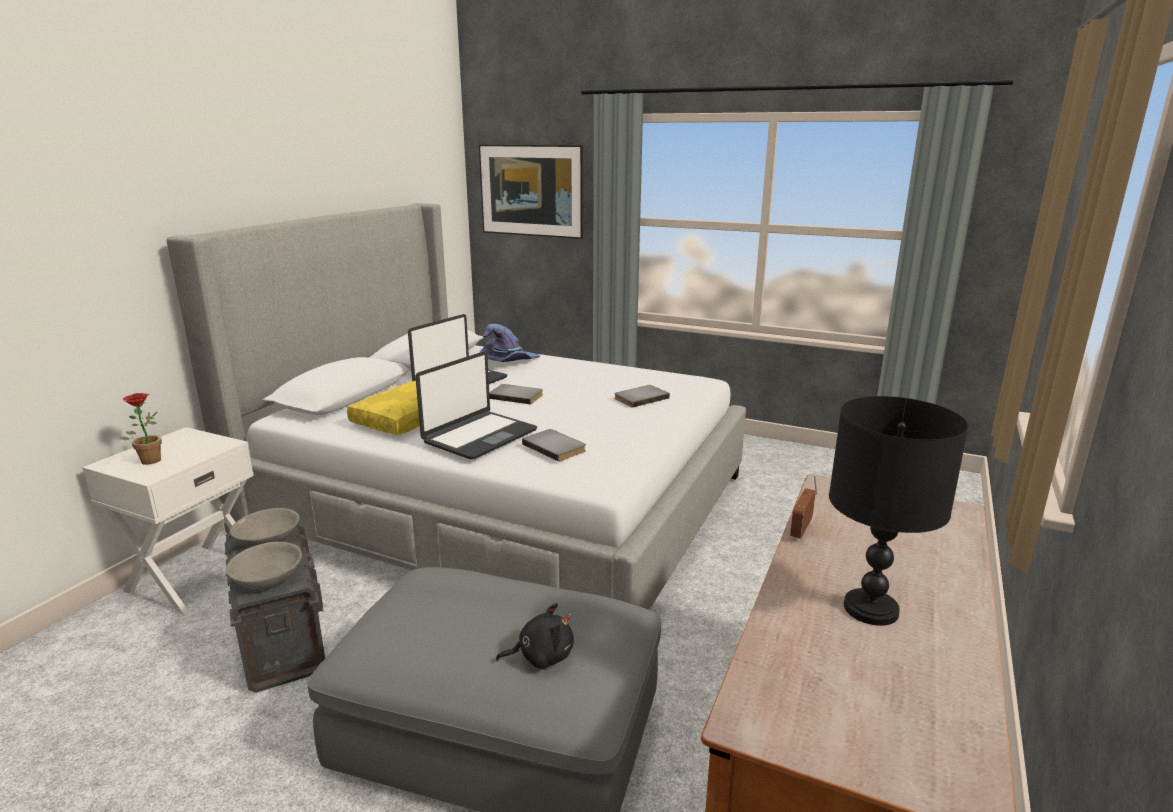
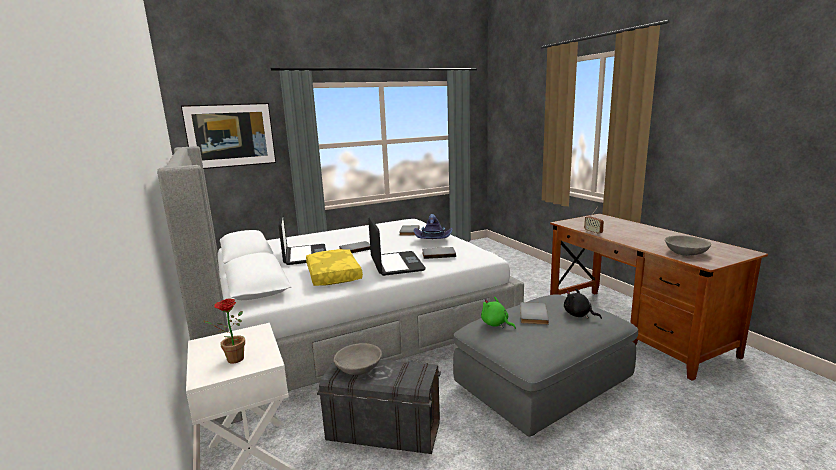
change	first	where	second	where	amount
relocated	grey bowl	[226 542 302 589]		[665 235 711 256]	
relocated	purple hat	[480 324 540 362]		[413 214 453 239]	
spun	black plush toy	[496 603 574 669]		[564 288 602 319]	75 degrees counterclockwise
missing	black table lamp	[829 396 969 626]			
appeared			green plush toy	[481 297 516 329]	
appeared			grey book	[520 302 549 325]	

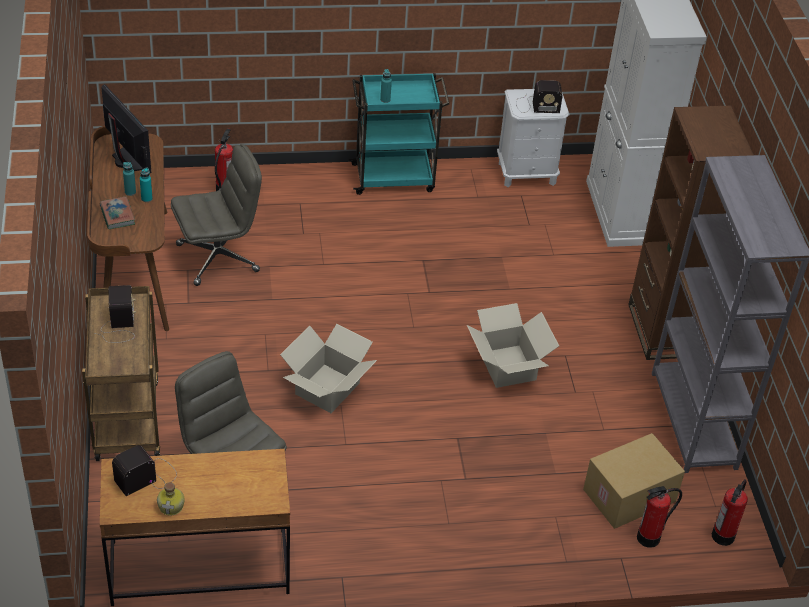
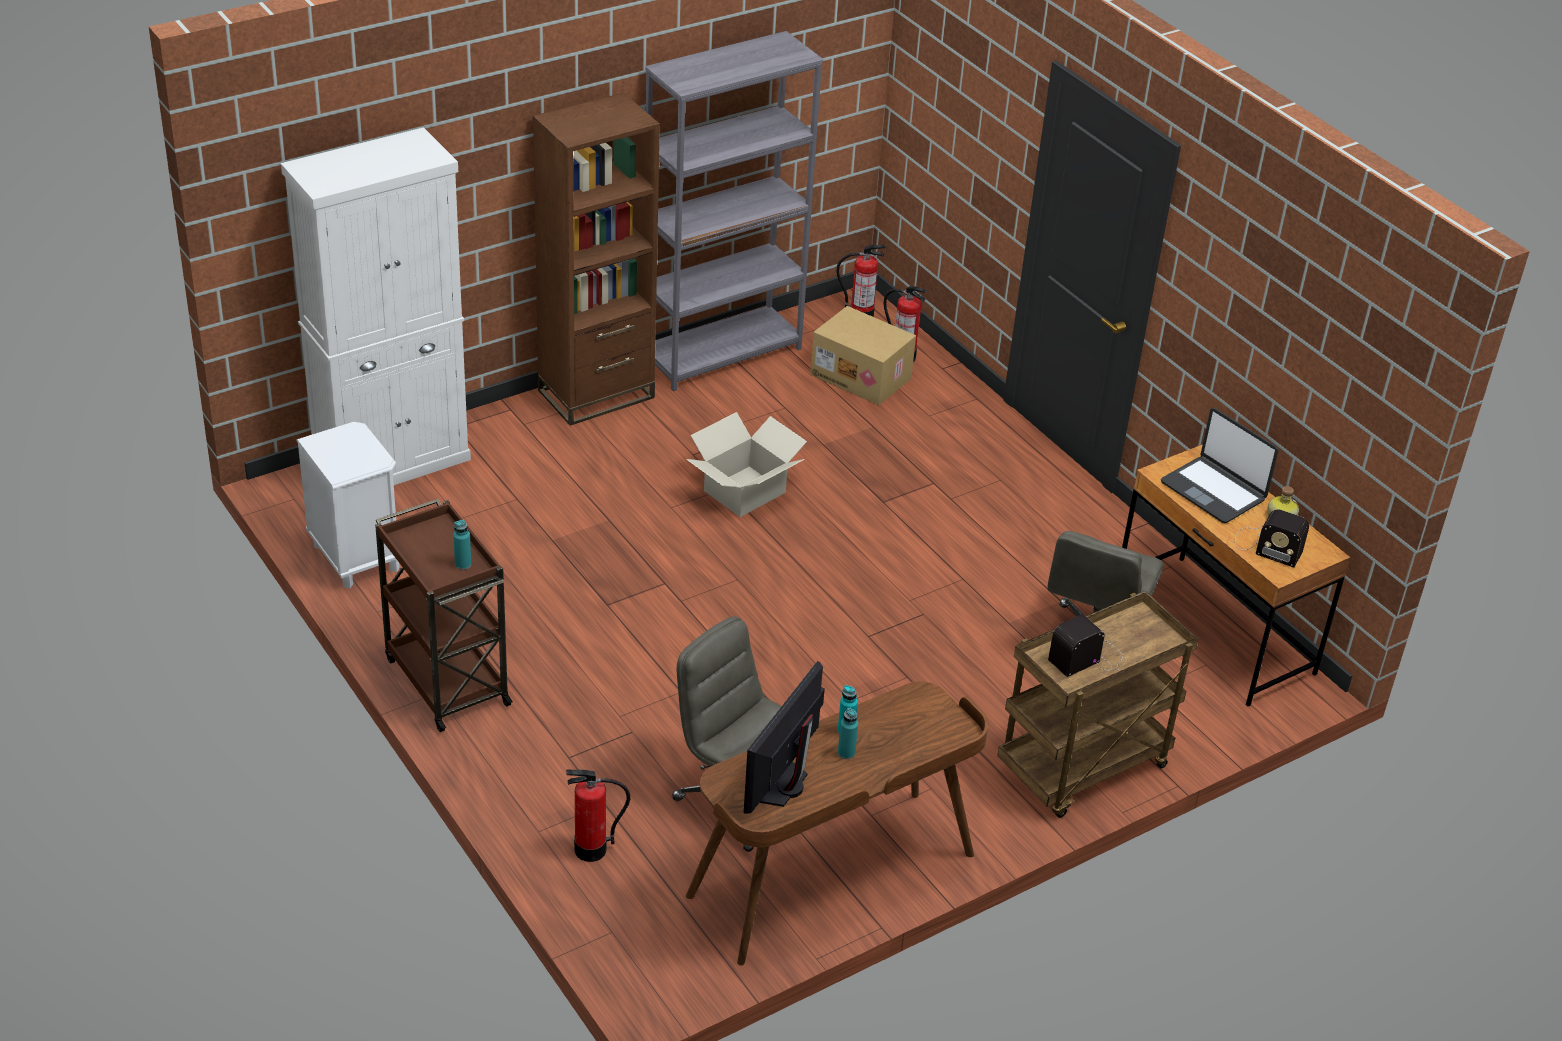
change	first	where	second	where	amount
missing	book	[100 197 135 229]			
missing	cardboard box	[280 324 377 413]			
colour	turquoise cart	[349 73 449 195]	brown cart	[375 499 513 732]	
missing	radio	[516 80 563 113]			
appeared			laptop	[1161 408 1279 523]	

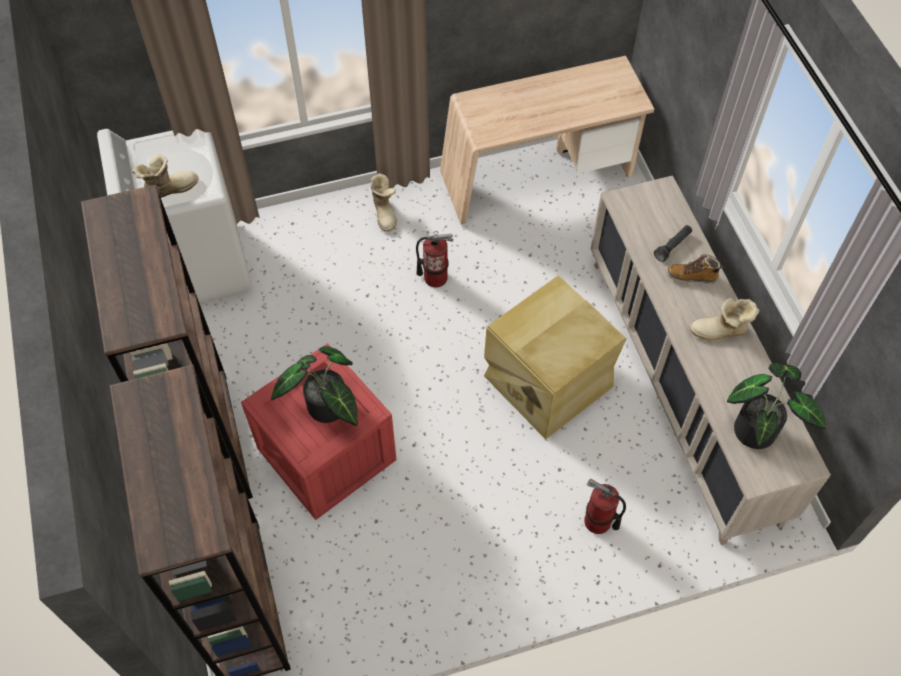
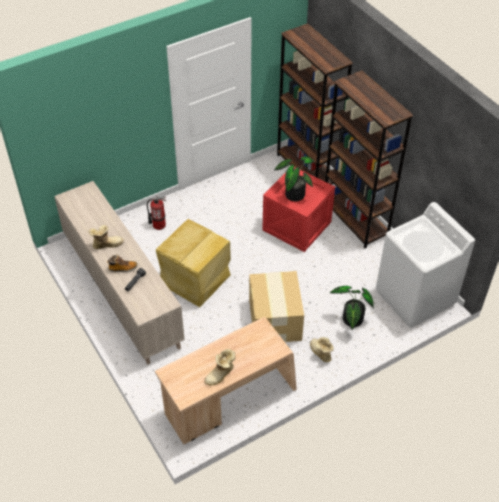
change	first	where	second	where	amount
relocated	boot	[132 154 199 198]		[204 349 236 385]	
exchanged	fire extinguisher	[416 231 453 287]	cardboard box	[249 271 304 342]	
relocated	potted plant	[727 363 826 449]		[330 286 374 330]	

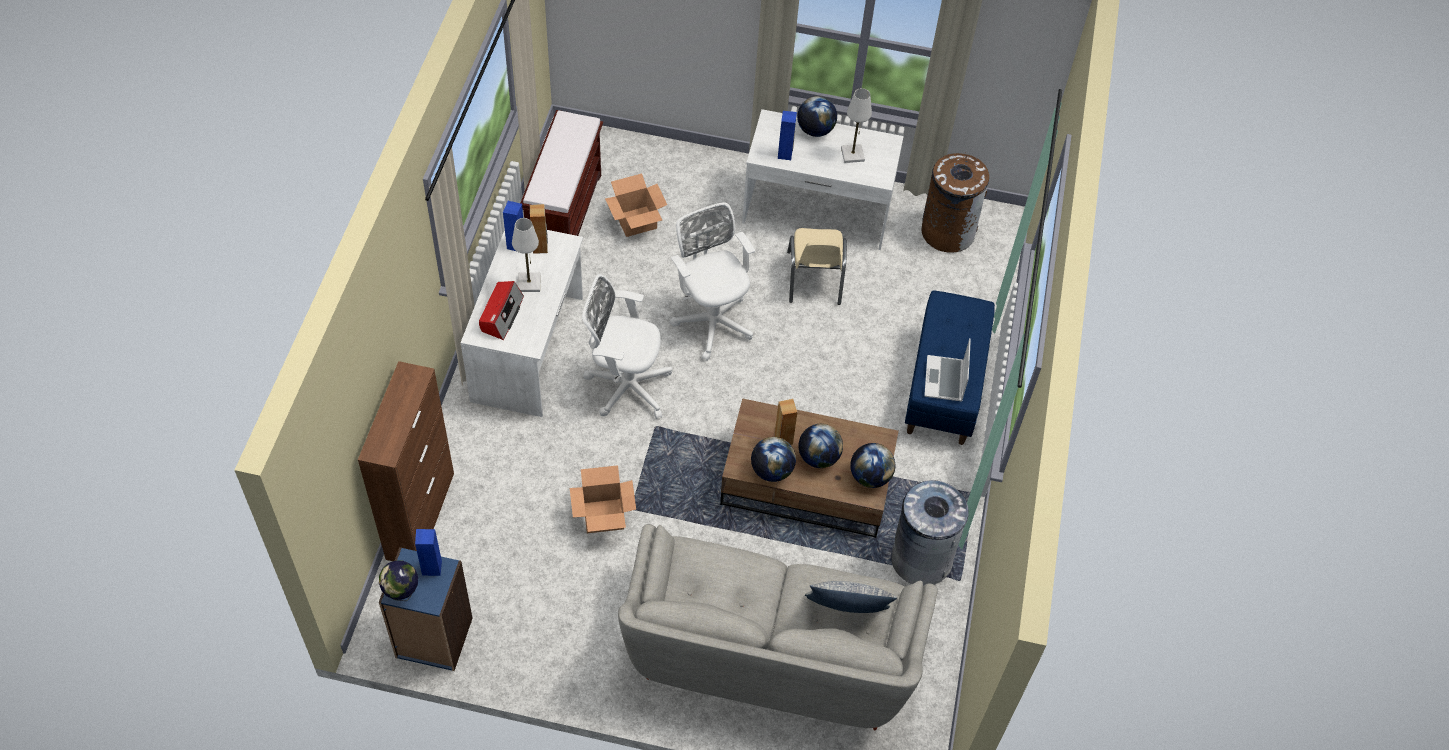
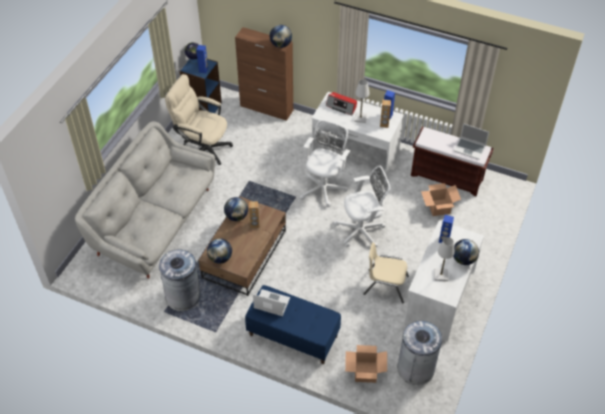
change	first	where	second	where	amount
relocated	cardboard box	[570 465 636 533]		[345 345 387 383]	
relocated	globe	[799 424 843 468]		[270 25 292 48]	
missing	pillow	[805 581 897 613]			
colour	brown trash can	[922 152 989 253]	grey trash can	[397 321 443 385]	
appeared			beige office chair	[165 74 233 165]	
appeared			laptop	[454 123 489 160]	

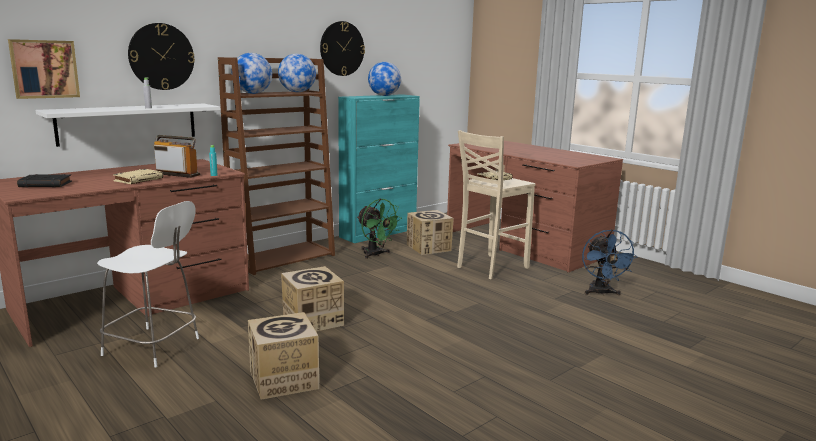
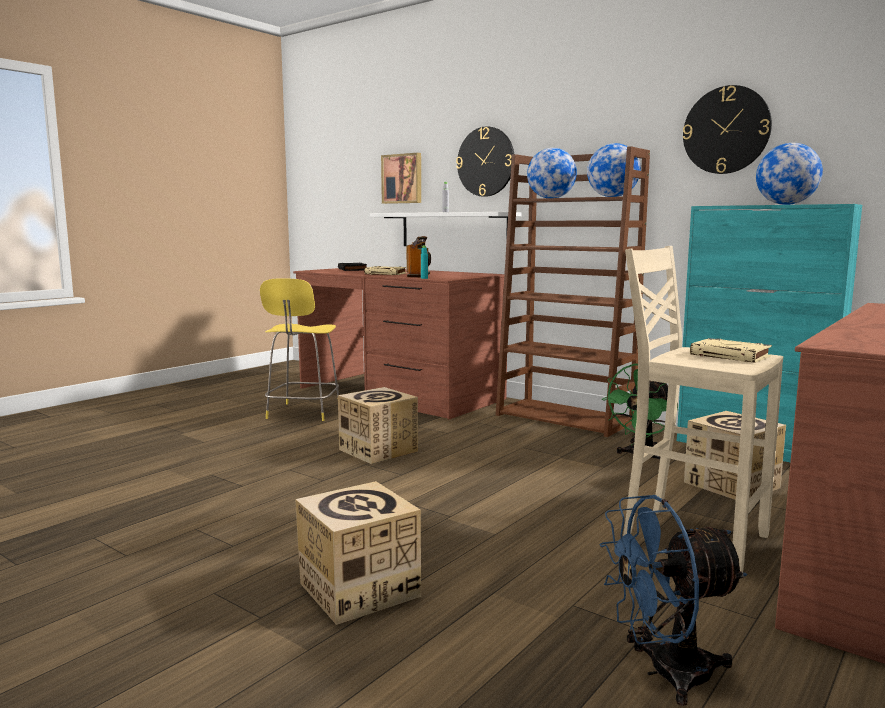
change	first	where	second	where	amount
colour	white stool	[97 201 199 368]	yellow stool	[260 279 339 421]	
relocated	cardboard box	[248 312 319 400]		[295 481 421 625]	

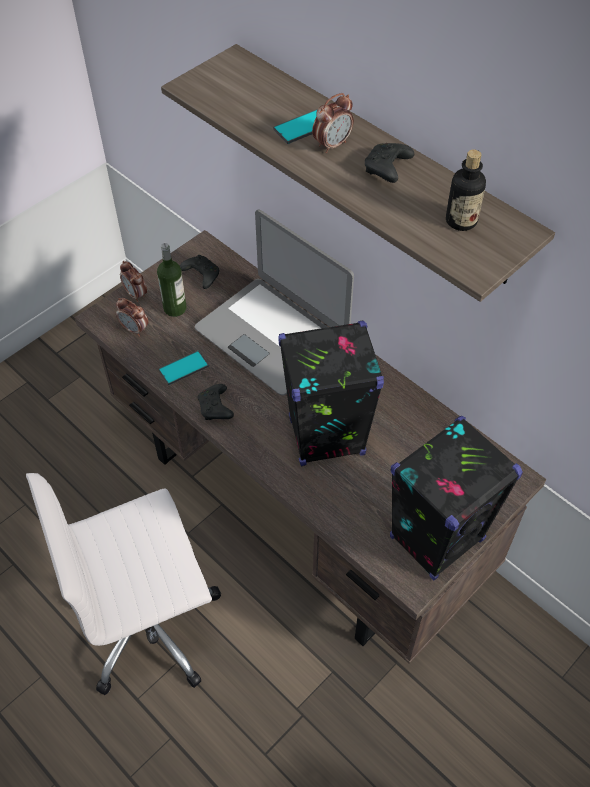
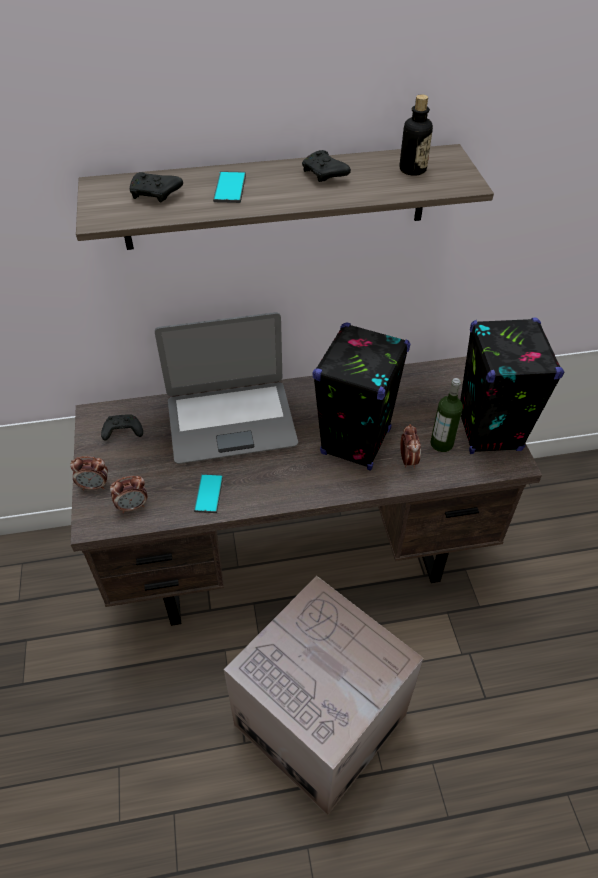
change	first	where	second	where	amount
exchanged	white office chair	[26 473 221 695]	cardboard box	[224 576 424 815]	
relocated	bottle	[157 243 187 317]		[430 378 463 452]	
relocated	black game controller	[198 384 234 420]		[130 172 183 202]	
relocated	alarm clock	[312 93 354 153]		[400 424 421 468]	

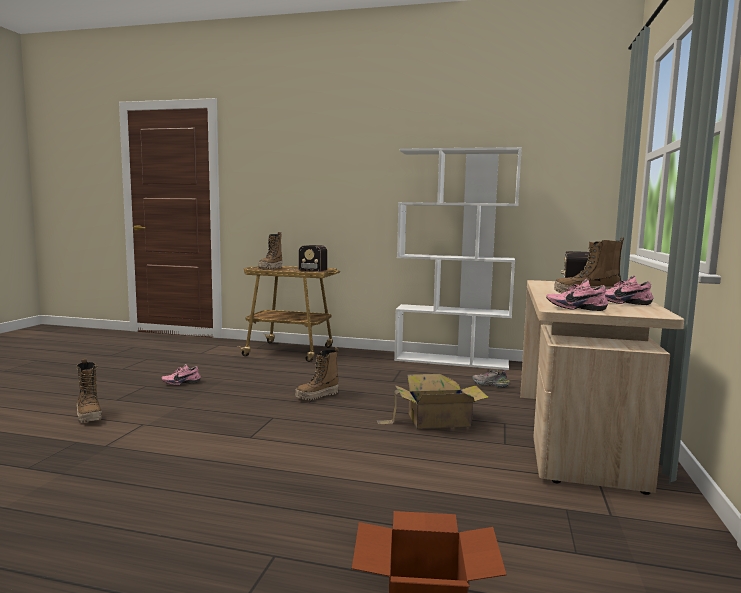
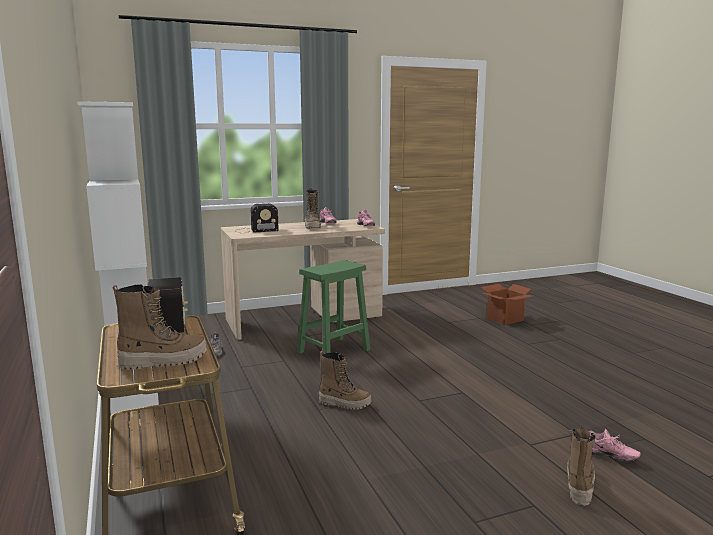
change	first	where	second	where	amount
relocated	pink shoe	[161 364 201 385]		[589 429 640 461]	
exchanged	cardboard box	[377 374 489 429]	green stool	[297 260 370 354]	

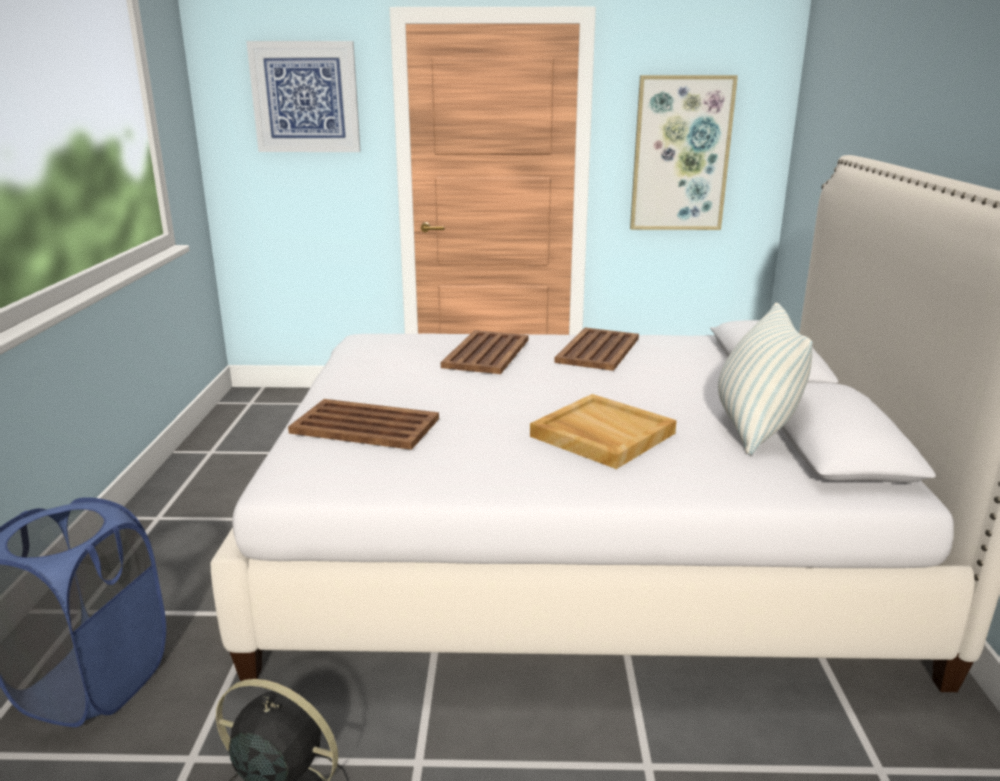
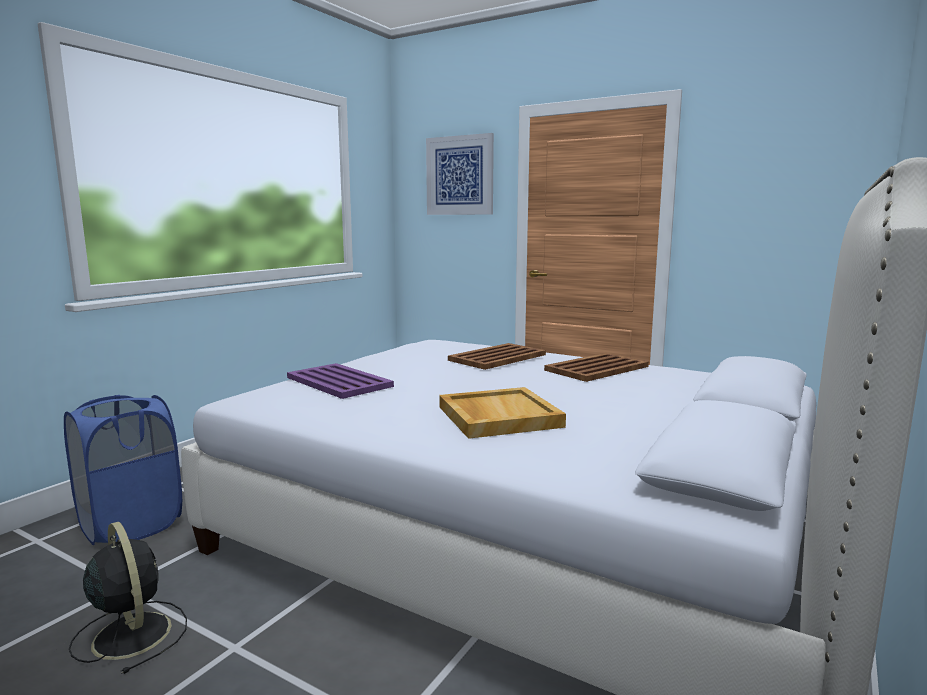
change	first	where	second	where	amount
colour	brown tray	[288 399 439 450]	purple tray	[287 363 394 399]	
missing	picture	[630 75 738 230]			
missing	pillow	[718 303 813 455]			

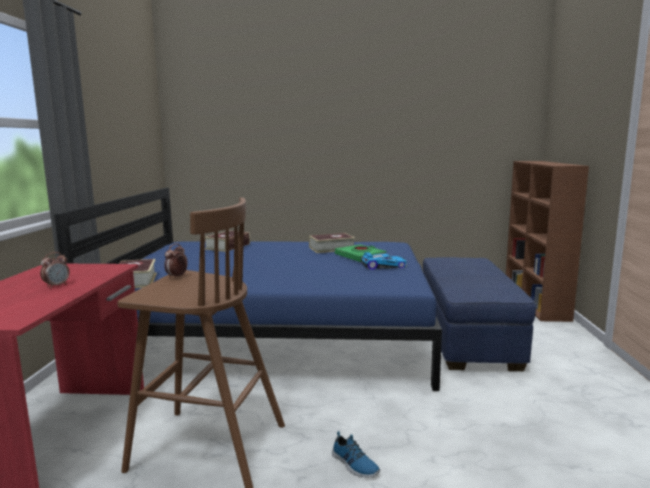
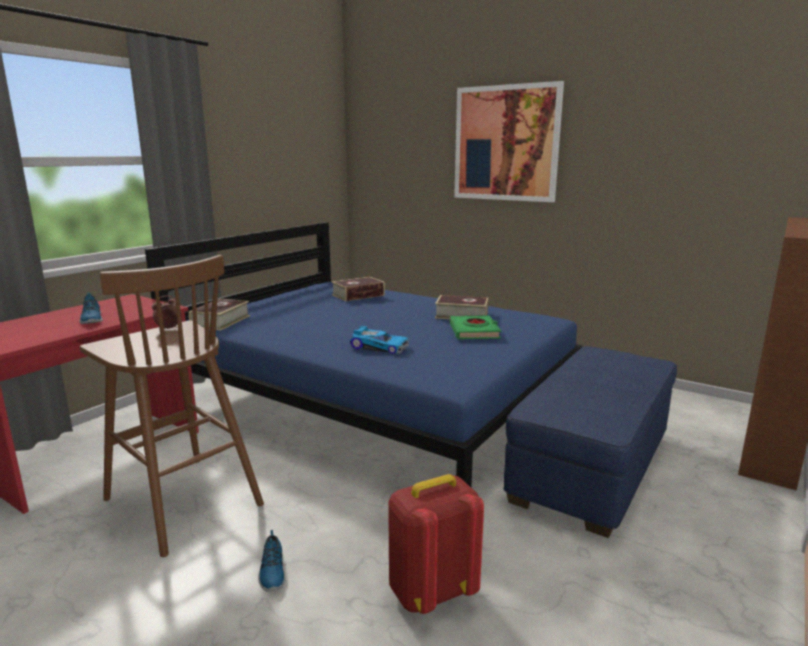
change	first	where	second	where	amount
exchanged	alarm clock	[40 252 69 288]	shoe	[80 292 103 324]	
relocated	toy car	[361 252 407 270]		[350 326 409 354]	
appeared			red backpack	[388 474 484 614]	
appeared			picture	[454 81 564 202]	

